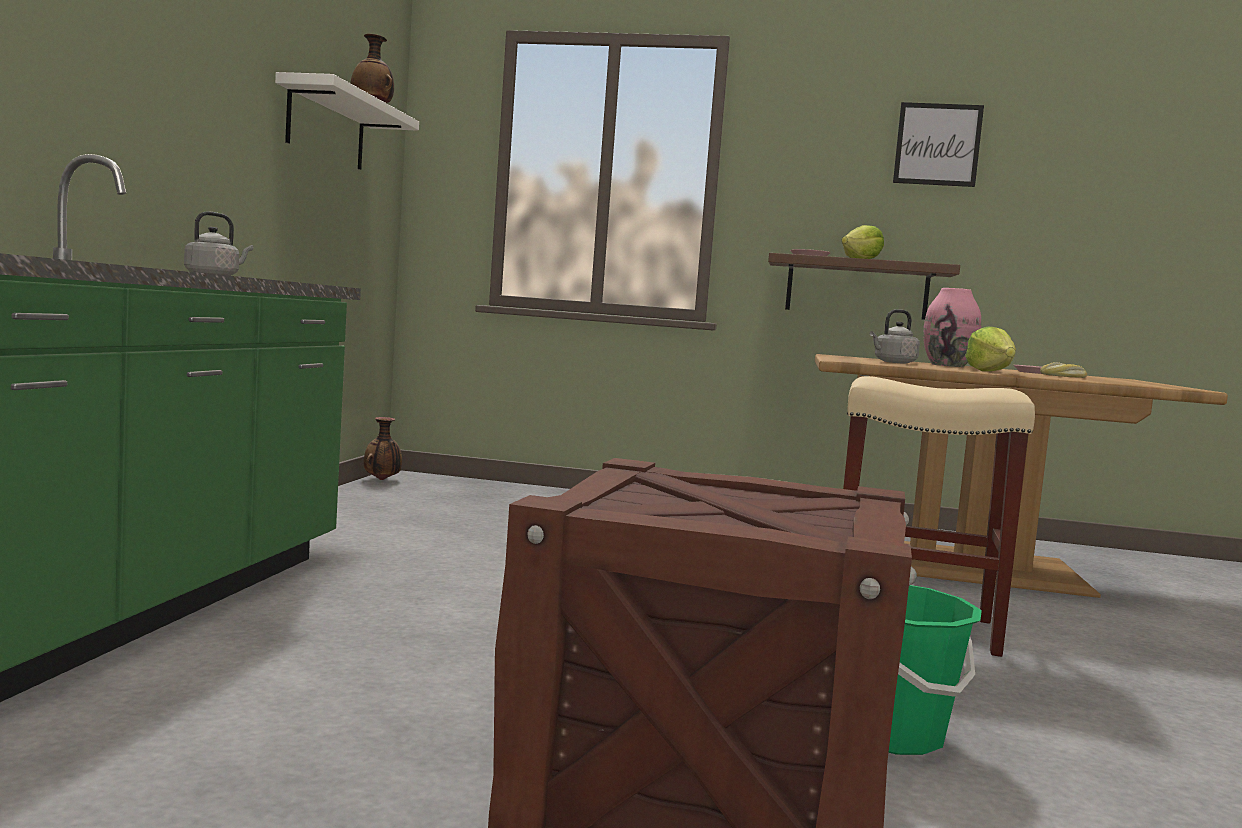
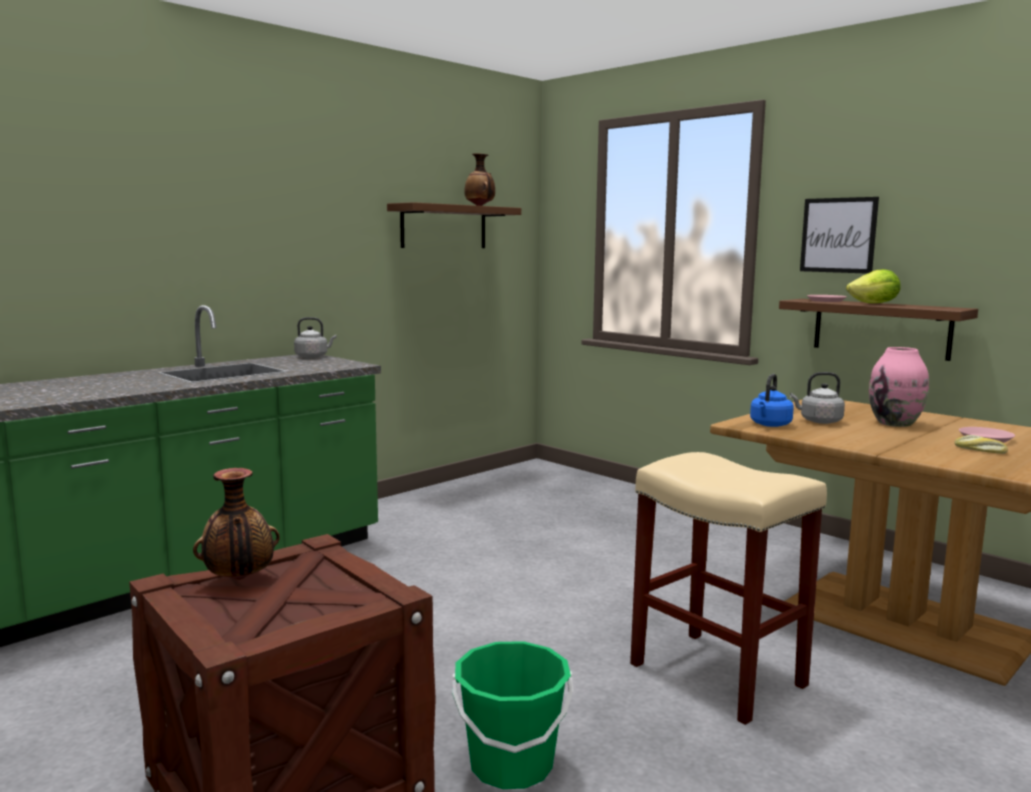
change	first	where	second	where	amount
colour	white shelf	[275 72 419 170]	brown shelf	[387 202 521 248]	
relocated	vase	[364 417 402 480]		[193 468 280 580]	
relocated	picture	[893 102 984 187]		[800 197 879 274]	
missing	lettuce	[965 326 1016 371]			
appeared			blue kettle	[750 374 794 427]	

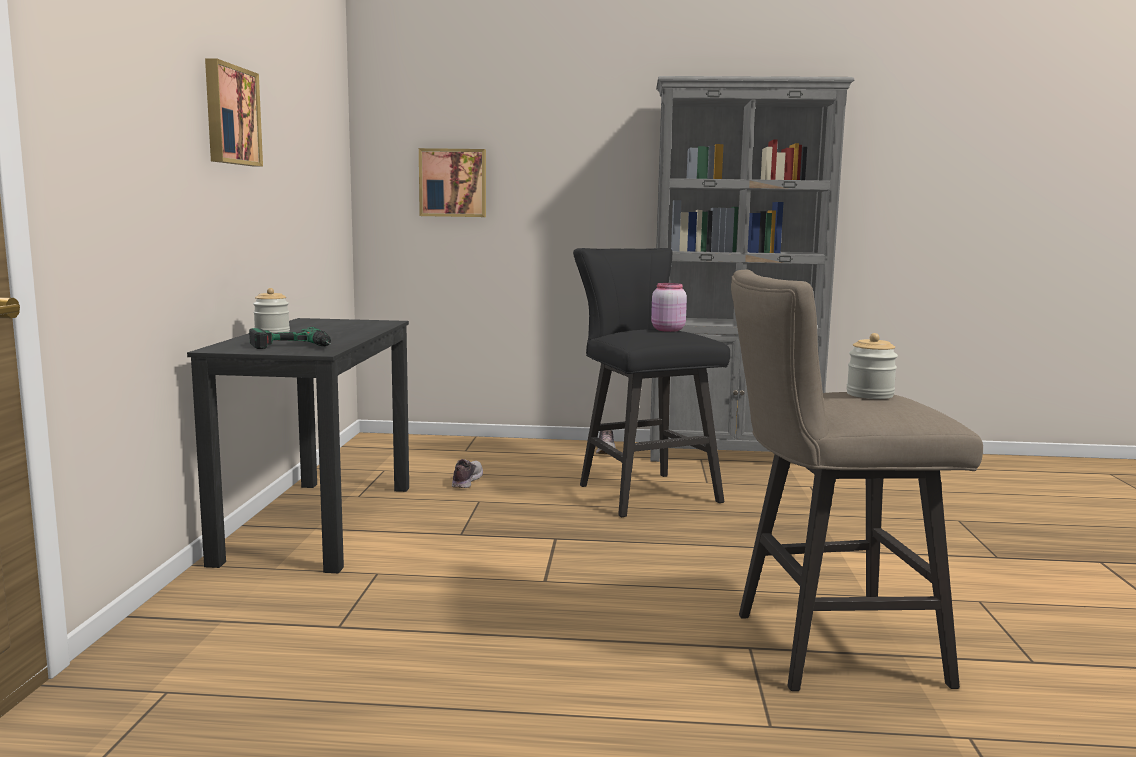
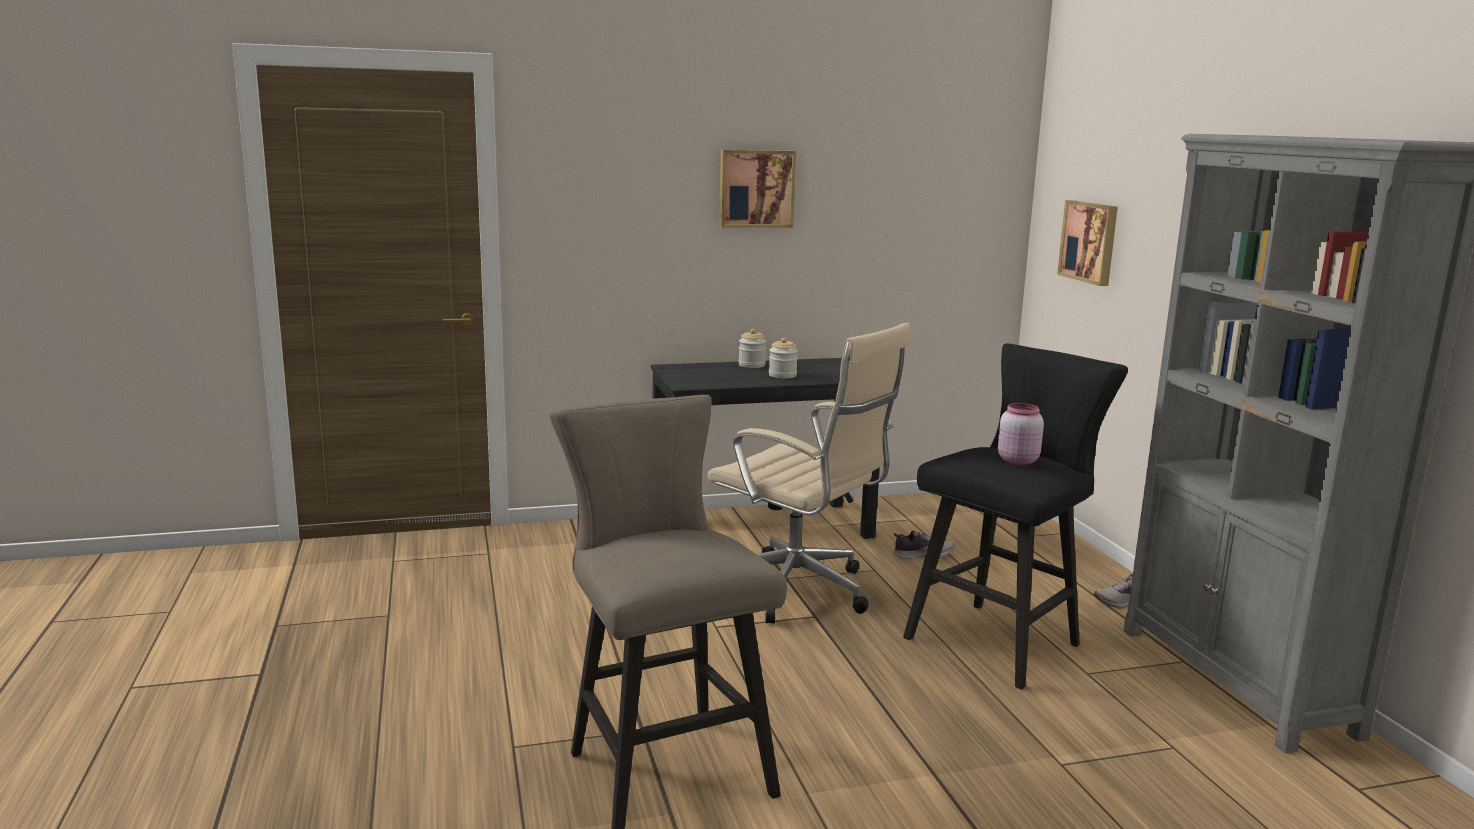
change	first	where	second	where	amount
missing	power drill	[249 327 331 349]			
relocated	jar	[846 333 898 399]		[769 338 798 378]	
appeared			beige office chair	[707 323 911 623]	

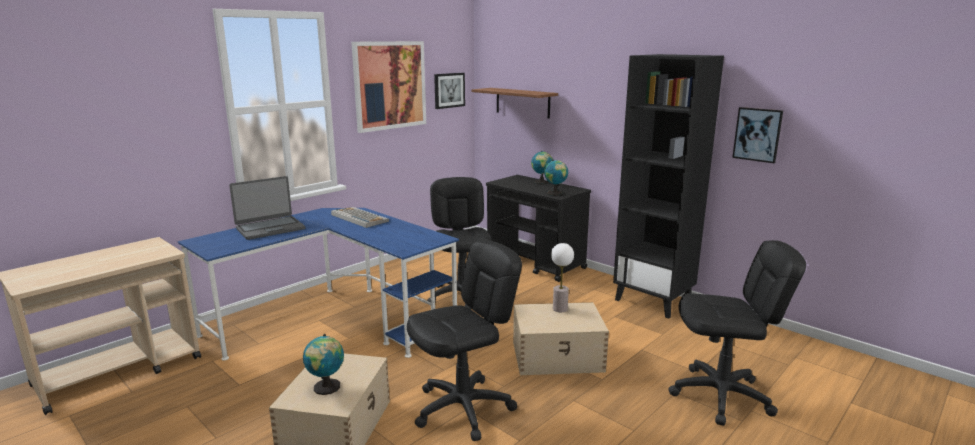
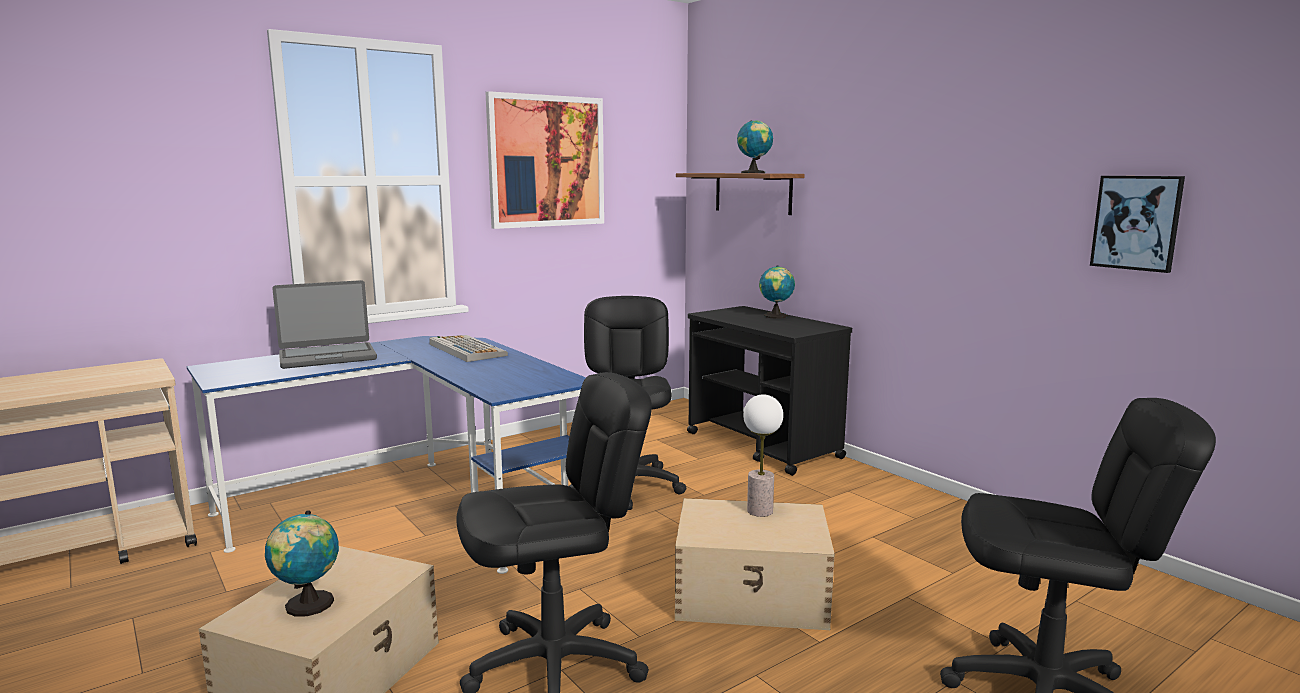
change	first	where	second	where	amount
missing	picture	[434 73 465 109]			
relocated	globe	[544 160 568 196]		[737 120 773 173]	
missing	black bookcase	[613 54 724 319]			

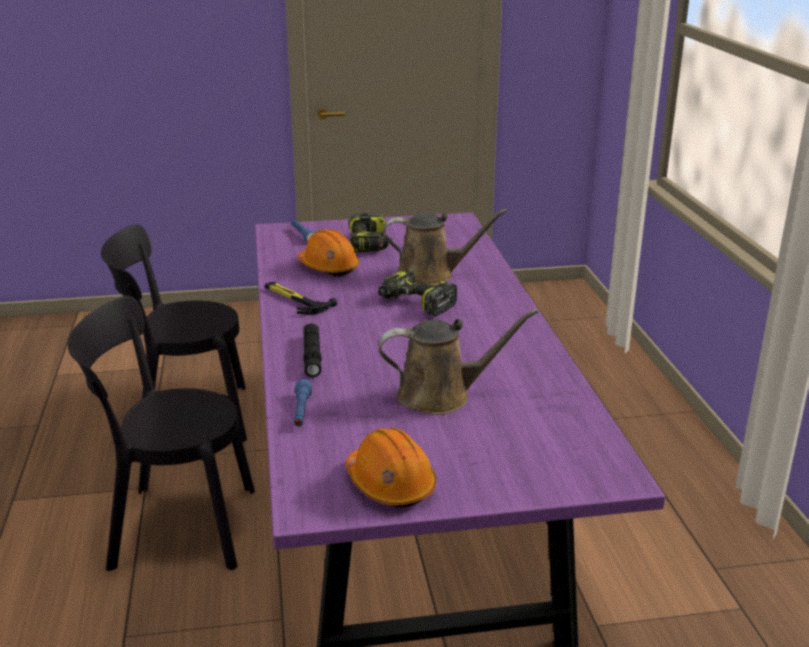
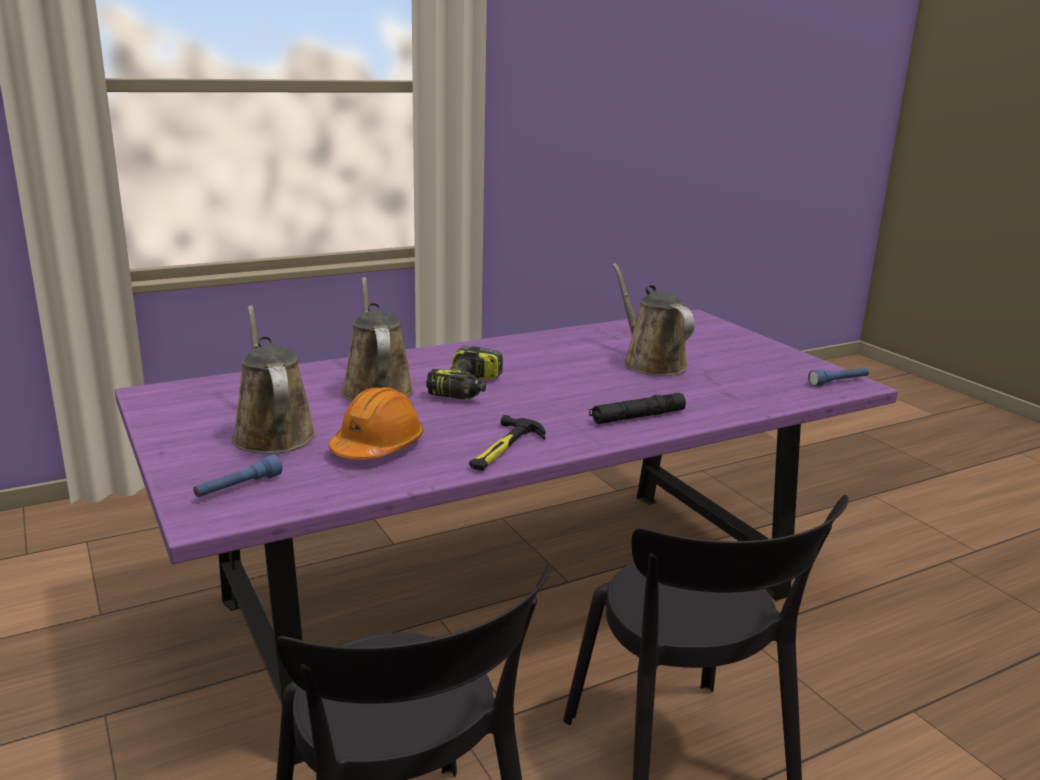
change	first	where	second	where	amount
relocated	blue flashlight	[294 379 312 426]		[808 368 869 386]	
missing	orange hard hat	[346 428 436 508]			
exchanged	power drill	[349 213 392 252]	brown watering can	[232 305 316 454]	

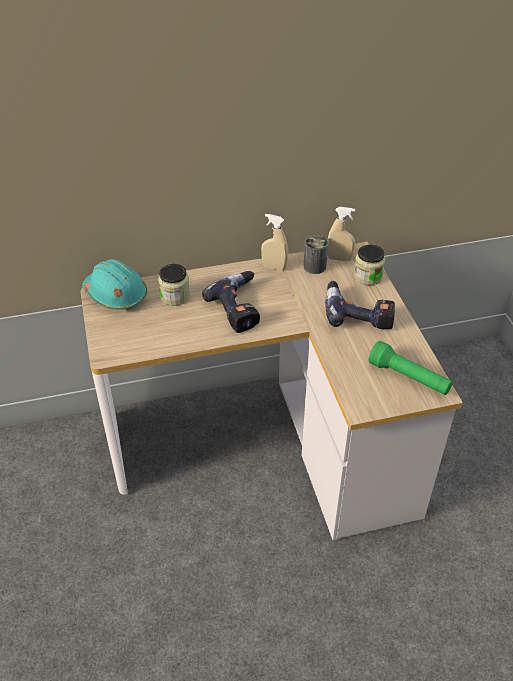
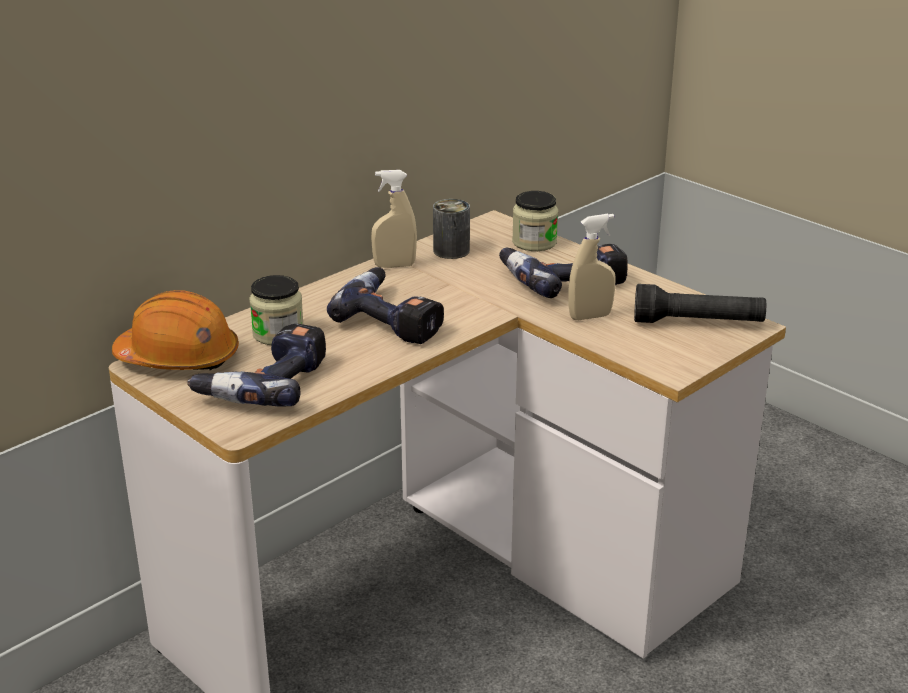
change	first	where	second	where	amount
colour	turquoise hard hat	[82 259 147 310]	orange hard hat	[112 290 239 370]	
relocated	beige spray bottle	[327 207 355 261]		[569 214 616 320]	
colour	green flashlight	[368 341 453 395]	black flashlight	[634 284 766 323]	
appeared			power drill	[187 324 326 407]	

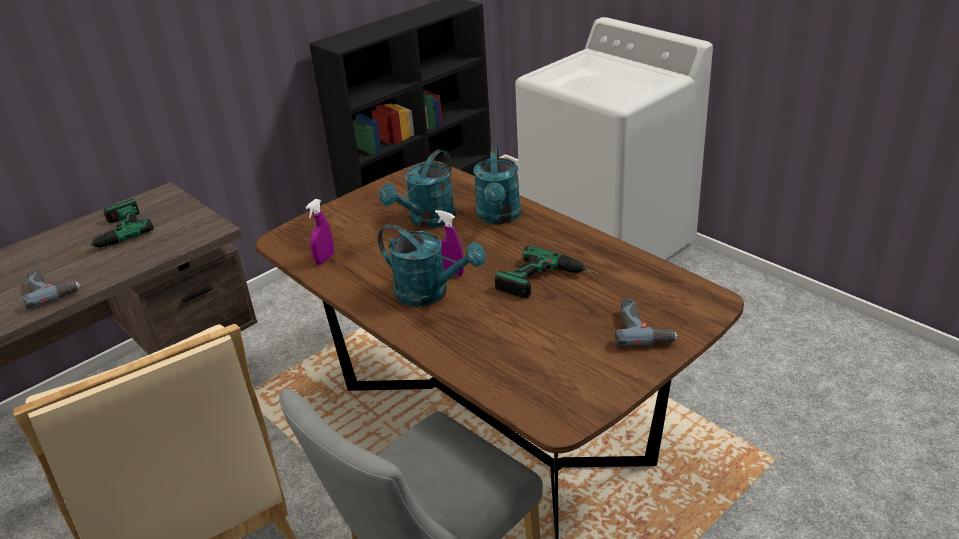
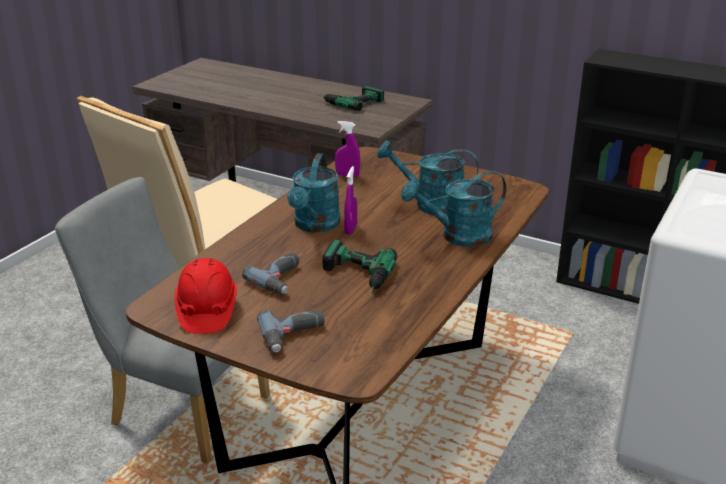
change	first	where	second	where	amount
relocated	power drill	[22 269 81 309]		[242 252 299 295]	
appeared			red hard hat	[174 258 237 334]	

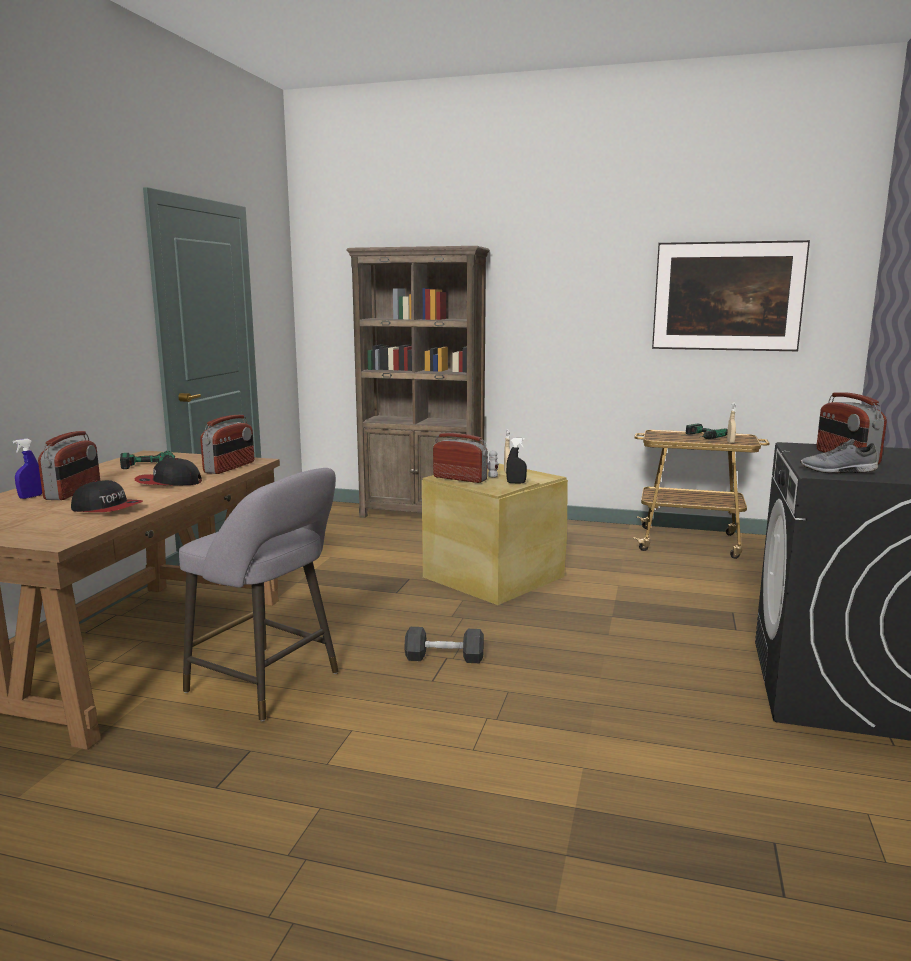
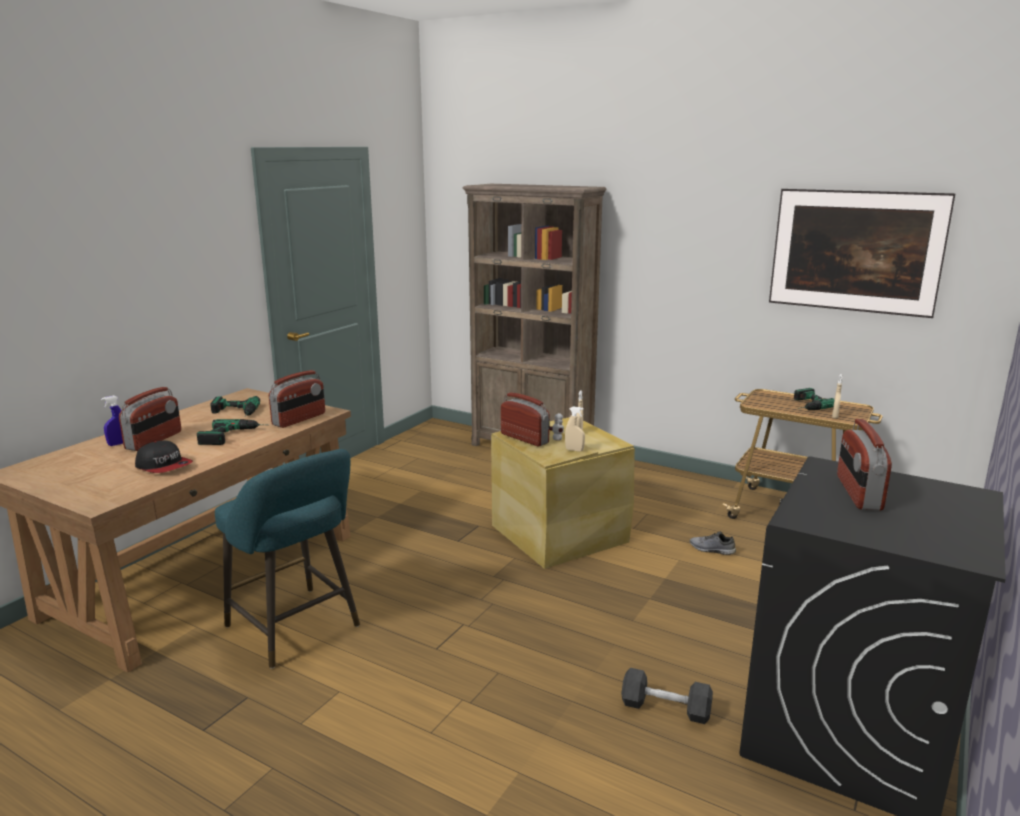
change	first	where	second	where	amount
exchanged	cap	[135 458 202 485]	power drill	[197 419 264 445]	
colour	grey stool	[179 468 338 721]	turquoise stool	[215 449 360 669]	
relocated	black dumbbell	[404 627 484 663]		[621 668 713 724]	
colour	black spray bottle	[506 438 527 484]	beige spray bottle	[565 407 585 452]	
relocated	grey shoe	[800 439 878 473]		[690 531 736 555]	

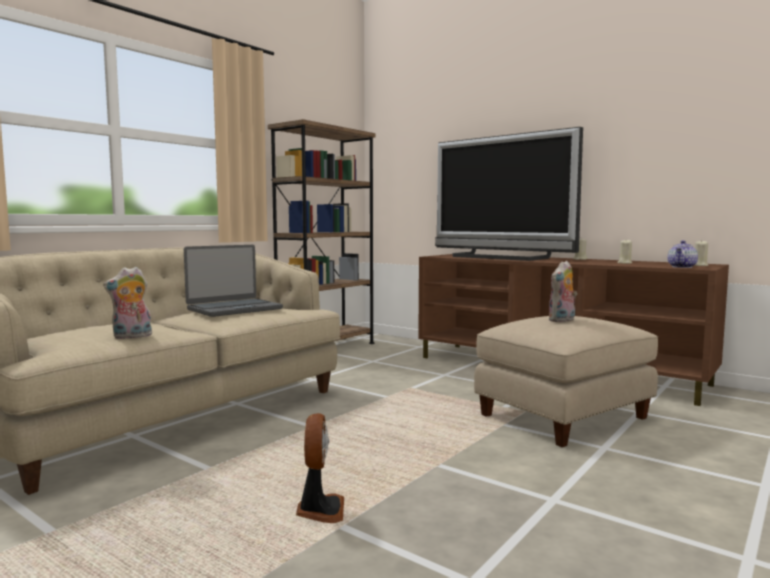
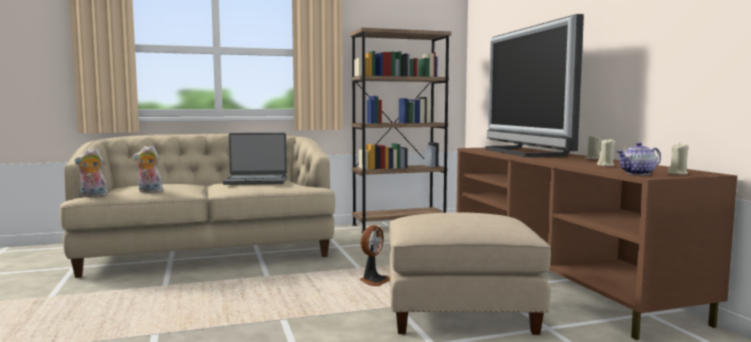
change	first	where	second	where	amount
relocated	fan	[296 413 344 523]		[360 225 390 286]	
relocated	plush toy	[549 261 577 322]		[75 148 108 197]	

